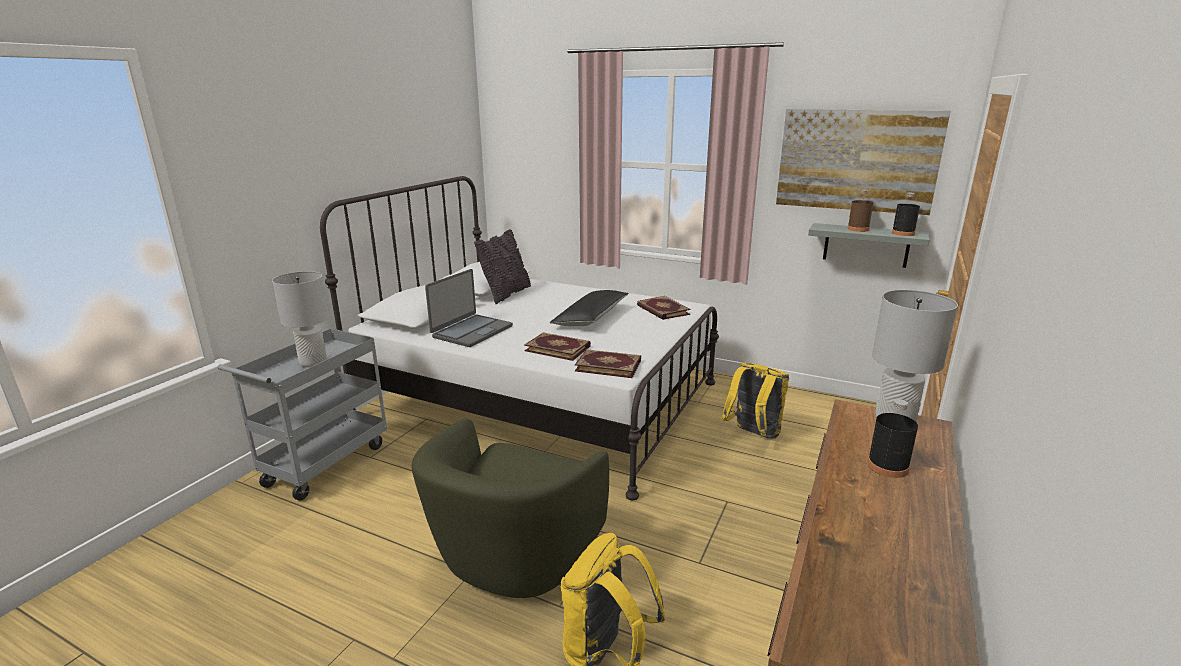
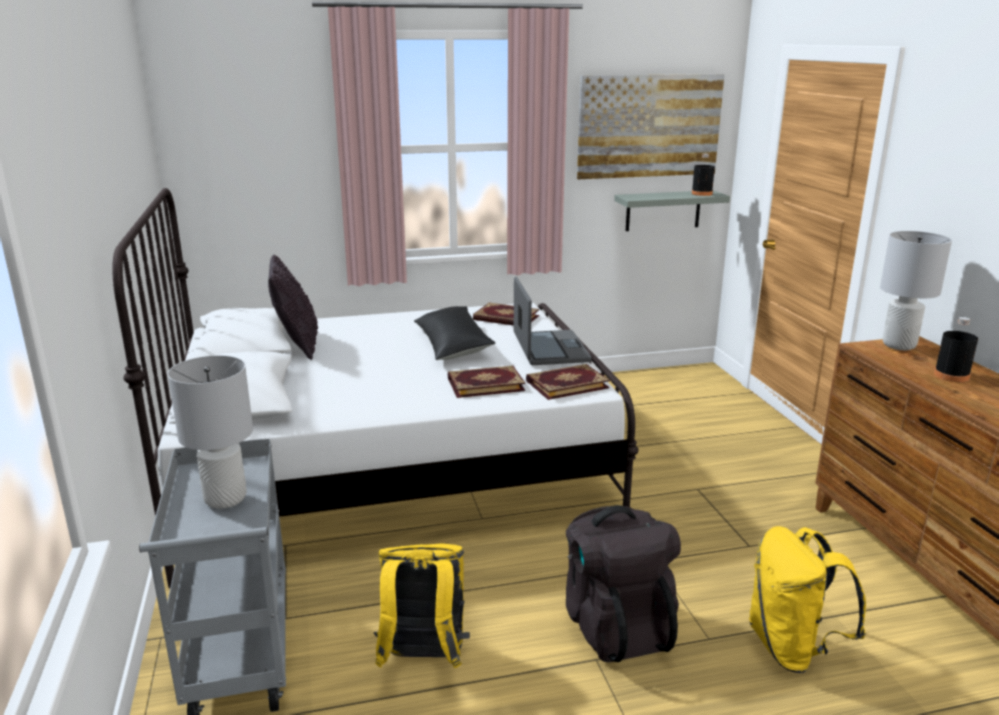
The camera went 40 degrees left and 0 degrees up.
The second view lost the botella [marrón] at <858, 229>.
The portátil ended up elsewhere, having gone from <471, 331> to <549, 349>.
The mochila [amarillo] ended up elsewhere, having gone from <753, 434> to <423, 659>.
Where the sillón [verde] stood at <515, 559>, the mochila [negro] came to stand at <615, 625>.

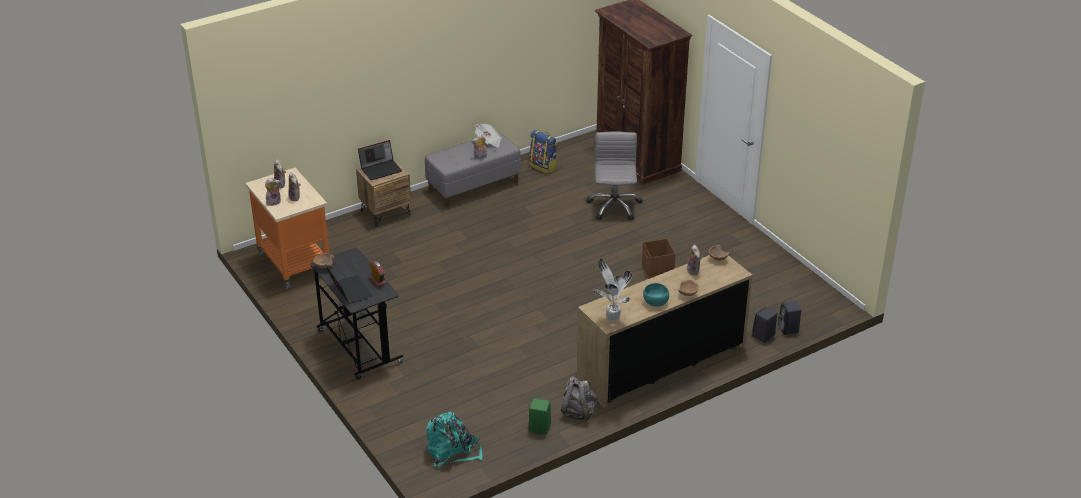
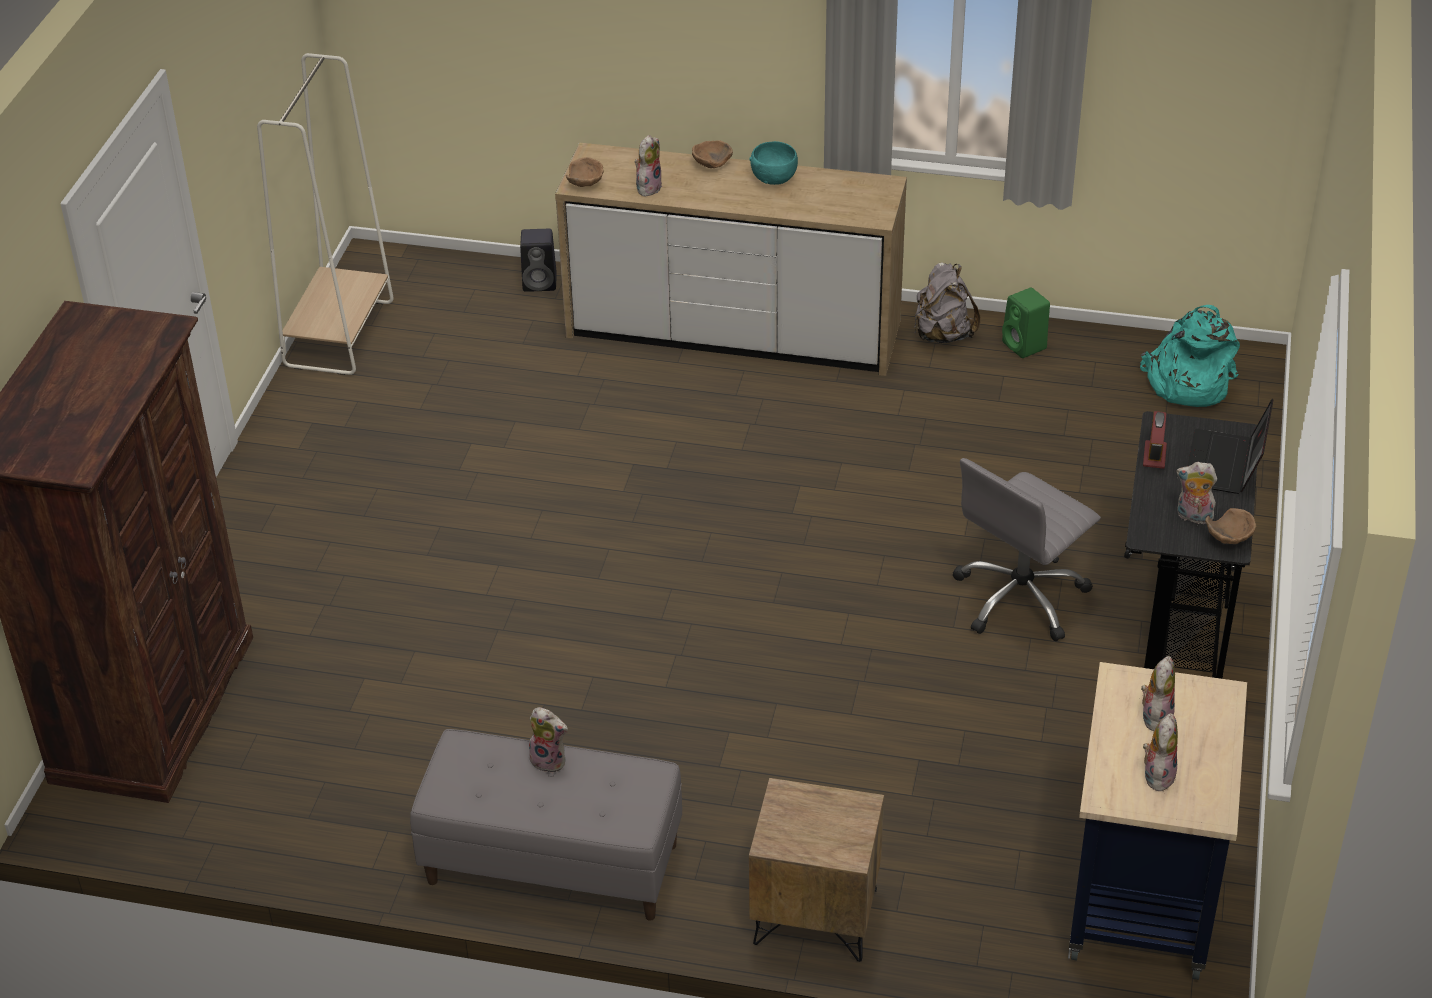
The camera went 135 degrees left and 5 degrees up.
The second view lost the periódico at <488, 141>.
The second view lost the mochila at <543, 166>.
The silla de oficina [gris] ended up elsewhere, having gone from <614, 206> to <1020, 598>.
The second view lost the portátil at <381, 169>.
What was the carrito [naranja] at <294, 264> turned into the carrito [azul] at <1142, 901>.
The peluche ended up elsewhere, having gone from <274, 202> to <1193, 517>.
The second view lost the caja de almacenaje [marrón] at <657, 270>.
The second view lost the planta en maceta at <612, 317>.
The second view lost the altavoz [negro] at <788, 329>.
The second view gained the perchero at <339, 335>.

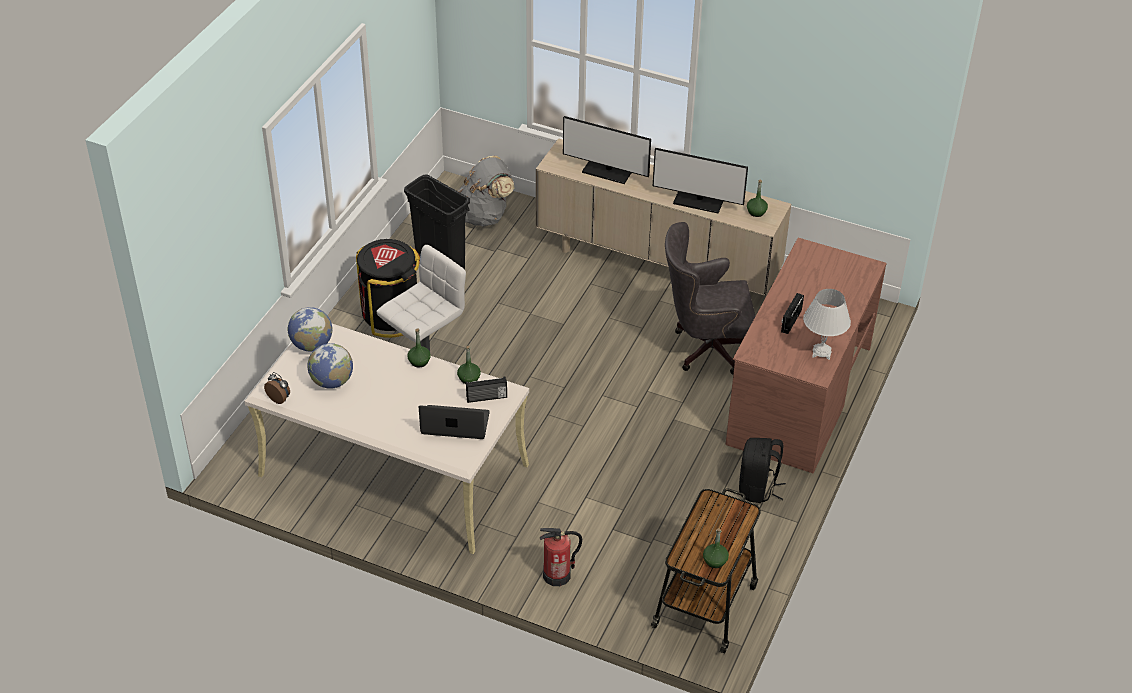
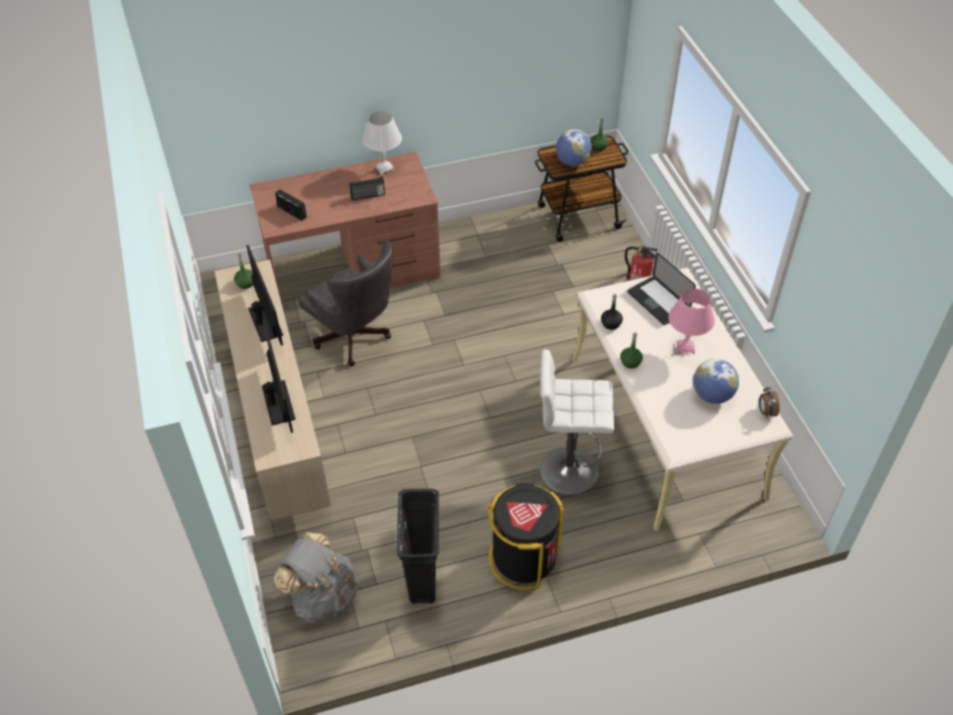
The camera went 130 degrees left and 5 degrees up.
The globo terráqueo ended up elsewhere, having gone from <312, 345> to <572, 162>.
What was the botella [verde] at <469, 378> turned into the botella [negro] at <611, 324>.
The radio ended up elsewhere, having gone from <486, 398> to <292, 212>.
The second view lost the mochila [negro] at <758, 488>.
The second view gained the lámpara de mesa [rosa] at <685, 348>.

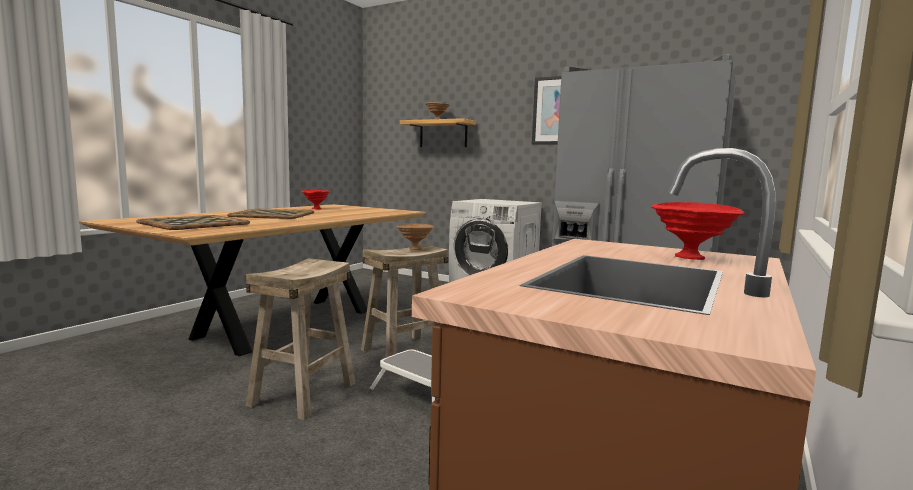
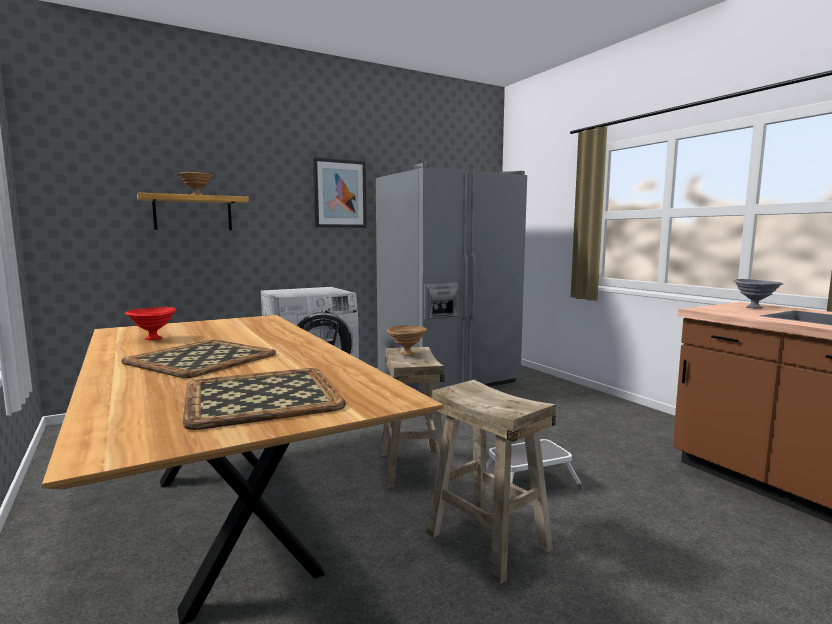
The camera went 60 degrees left and 0 degrees up.
What was the cuenco [rojo] at <692, 258> turned into the cuenco [gris] at <754, 307>.

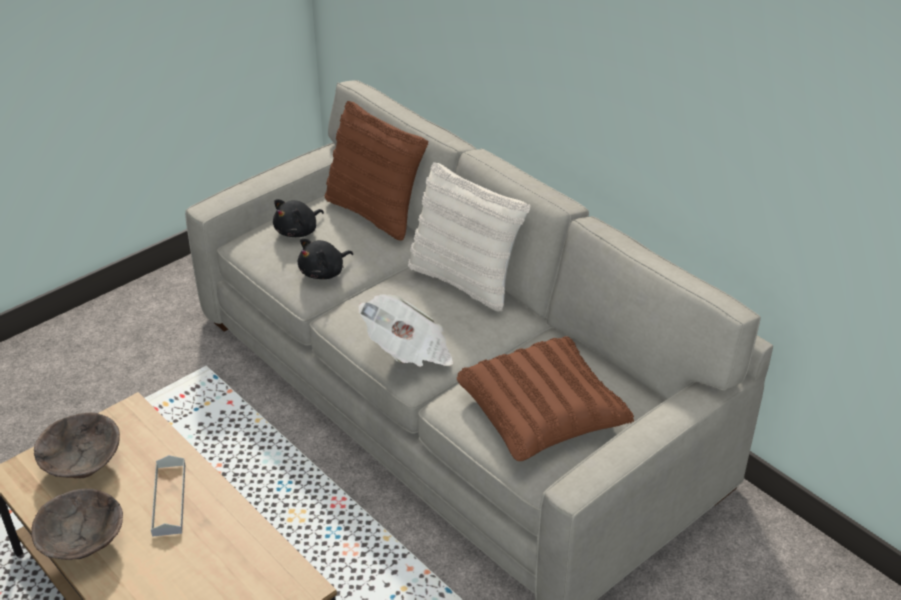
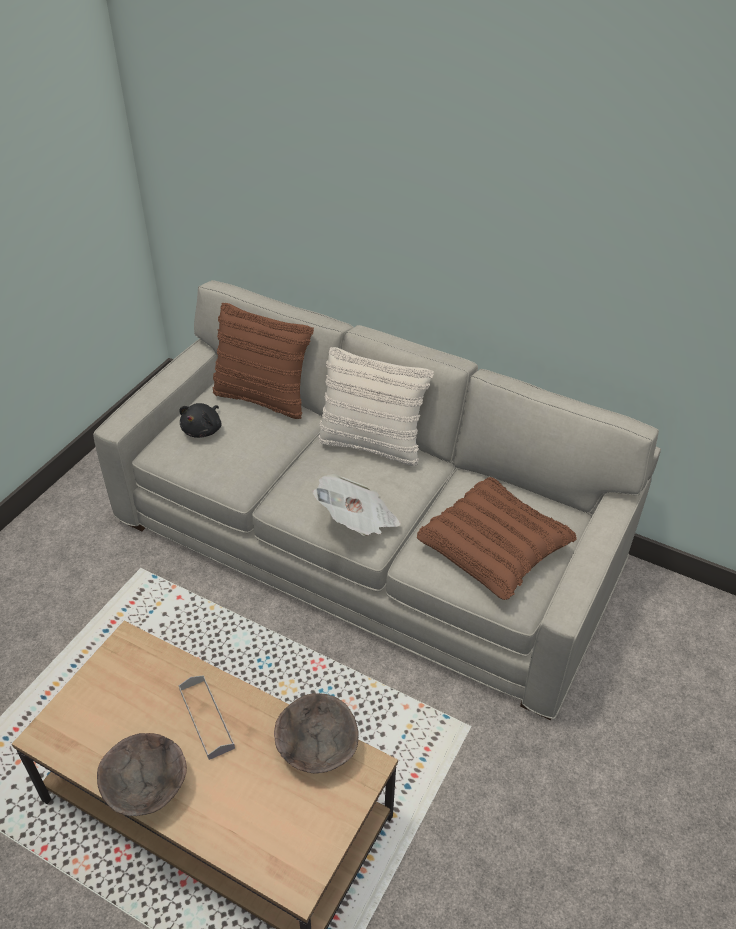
The camera went 20 degrees left and 5 degrees up.
The second view lost the peluche [negro] at <324, 272>.
The cuenco [marrón] ended up elsewhere, having gone from <82, 464> to <316, 746>.

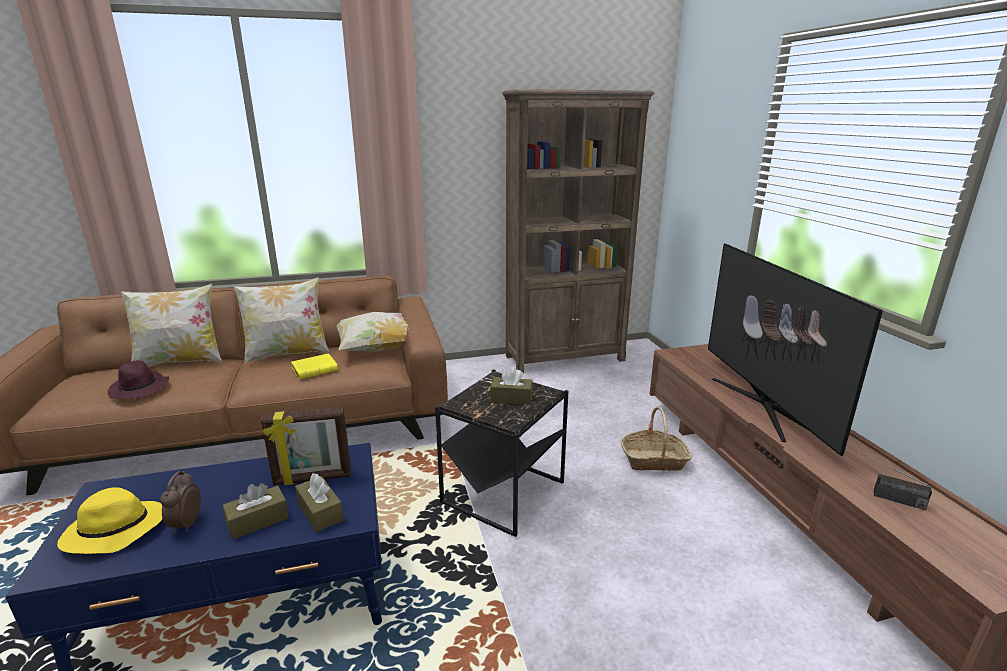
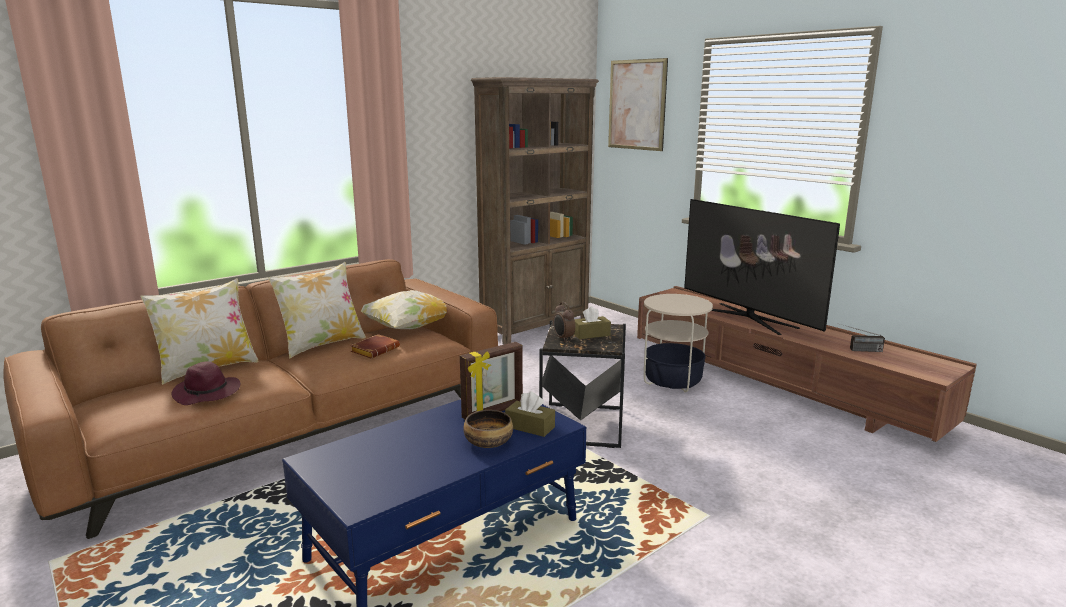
The camera went 25 degrees left and 5 degrees down.
What was the libro [amarillo] at <316, 369> turned into the libro [marrón] at <375, 350>.
Where the cesta stood at <654, 460>, the mesa auxiliar [beis] came to stand at <673, 382>.
The despertador ended up elsewhere, having gone from <185, 524> to <563, 338>.
Where the caja de pañuelos [marrón] stood at <258, 521>, the cuenco came to stand at <488, 442>.
The second view lost the sombrero [amarillo] at <114, 531>.
The second view gained the cuadro at <636, 105>.

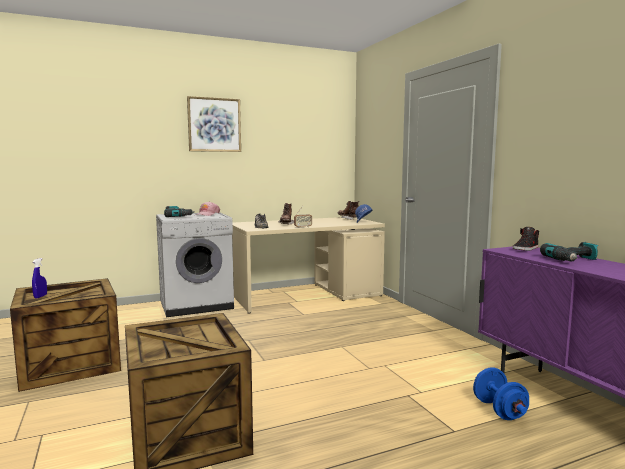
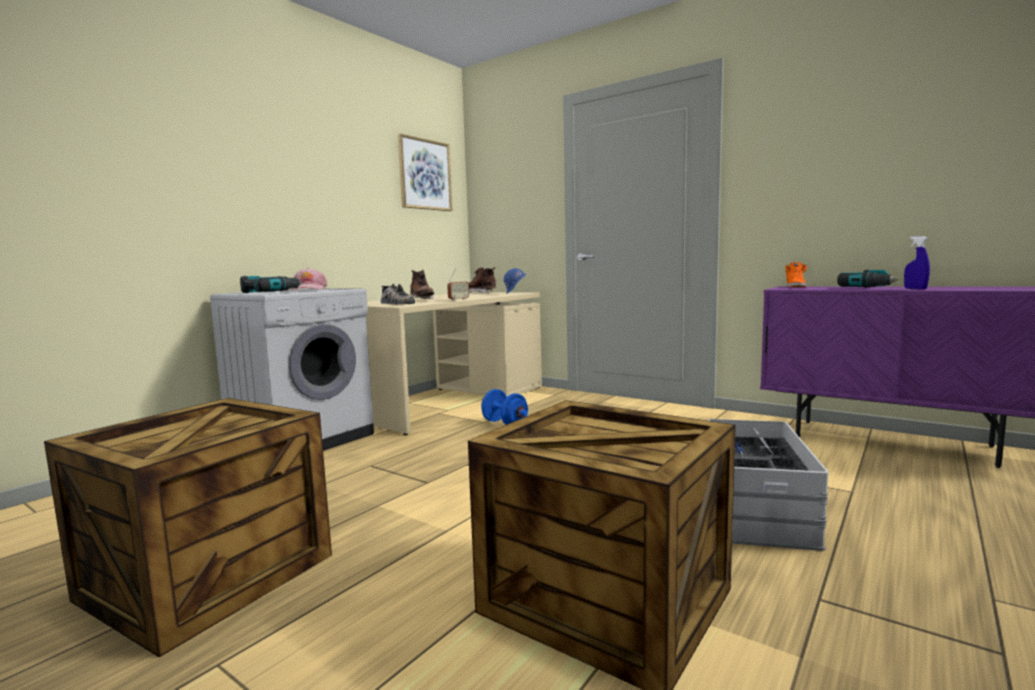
The camera went 30 degrees left and 0 degrees up.
The cuadro ended up elsewhere, having gone from <214, 125> to <425, 174>.
What was the zapato [negro] at <525, 249> turned into the zapato [naranja] at <795, 287>.
The pulverizador [azul] ended up elsewhere, having gone from <40, 296> to <915, 289>.
The mancuerna [azul] ended up elsewhere, having gone from <499, 410> to <505, 423>.
The second view gained the caja de almacenaje [gris] at <754, 508>.

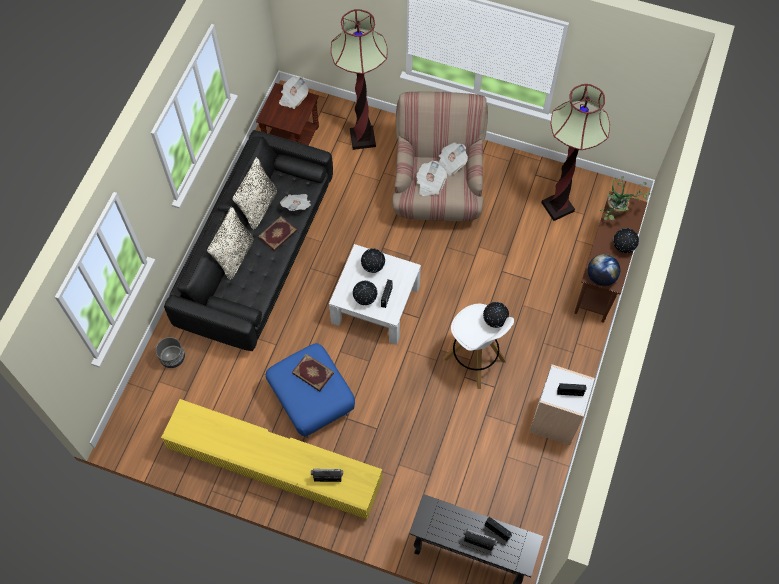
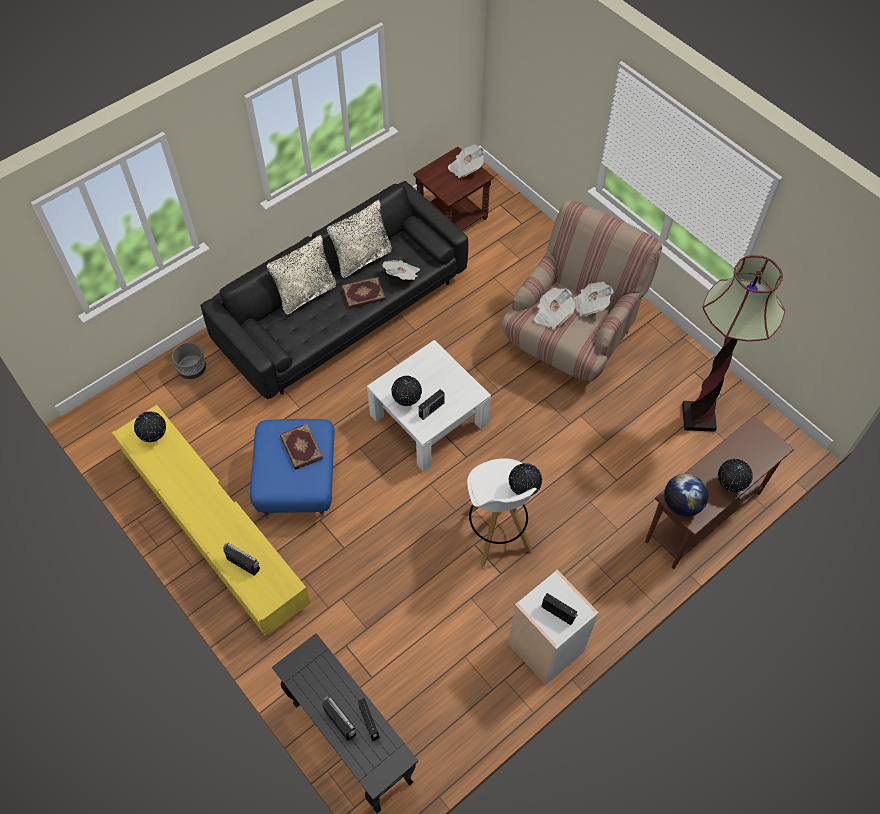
The camera went 30 degrees right and 5 degrees down.
The second view lost the lámpara de pie at <363, 138>.
The second view lost the planta en maceta at <616, 214>.
The globo terráqueo ended up elsewhere, having gone from <373, 267> to <154, 436>.

